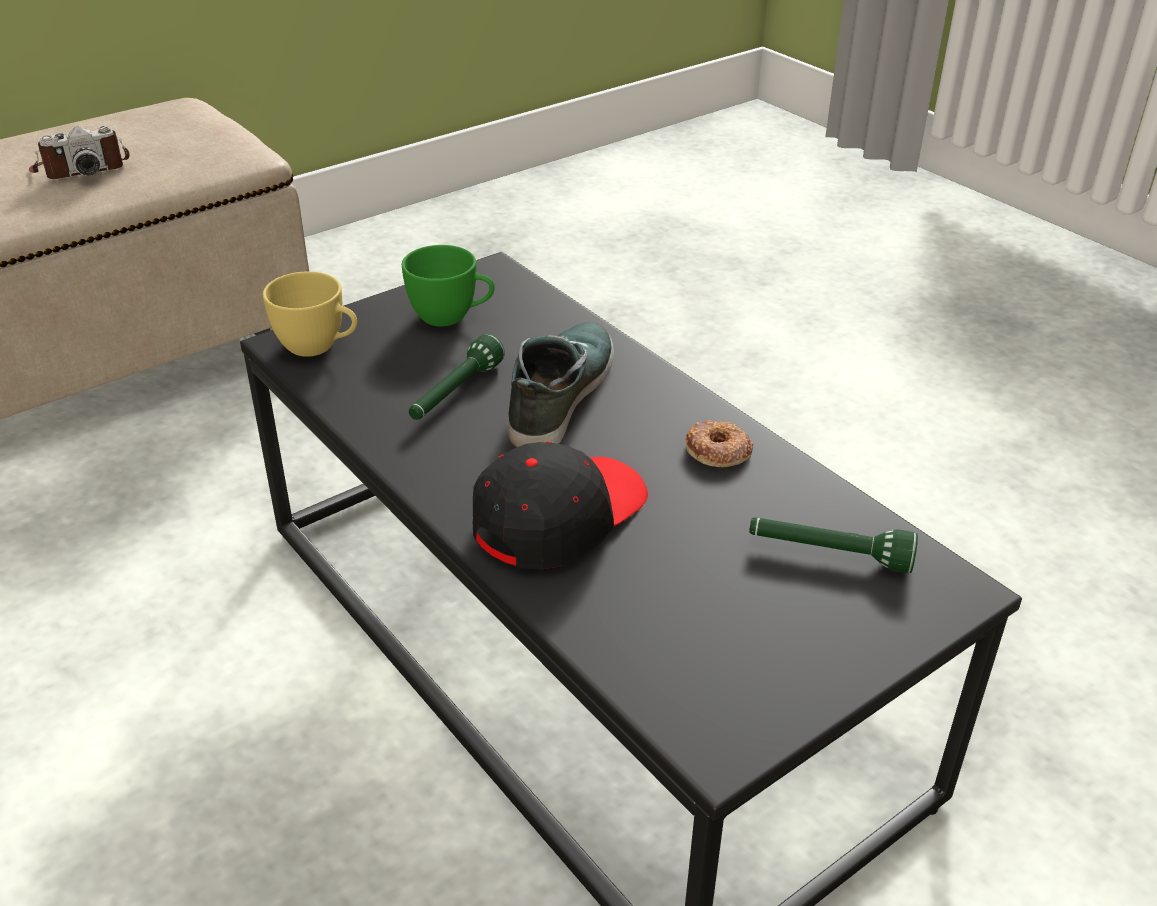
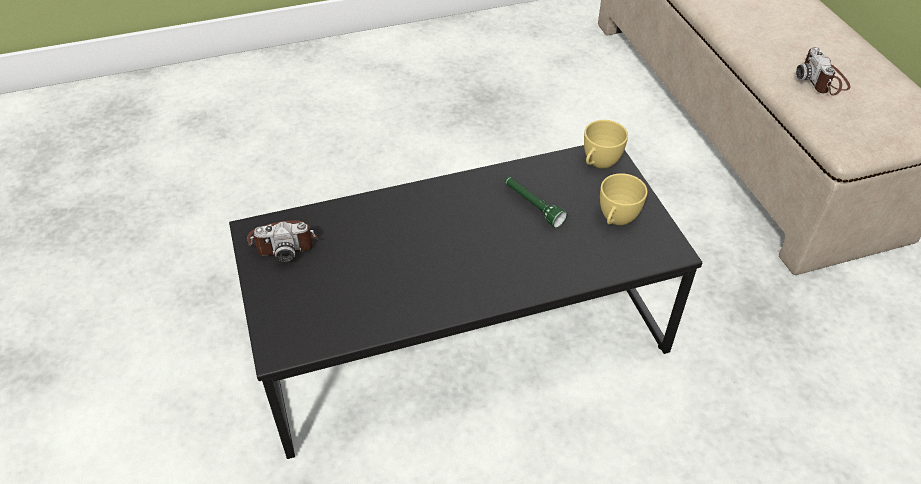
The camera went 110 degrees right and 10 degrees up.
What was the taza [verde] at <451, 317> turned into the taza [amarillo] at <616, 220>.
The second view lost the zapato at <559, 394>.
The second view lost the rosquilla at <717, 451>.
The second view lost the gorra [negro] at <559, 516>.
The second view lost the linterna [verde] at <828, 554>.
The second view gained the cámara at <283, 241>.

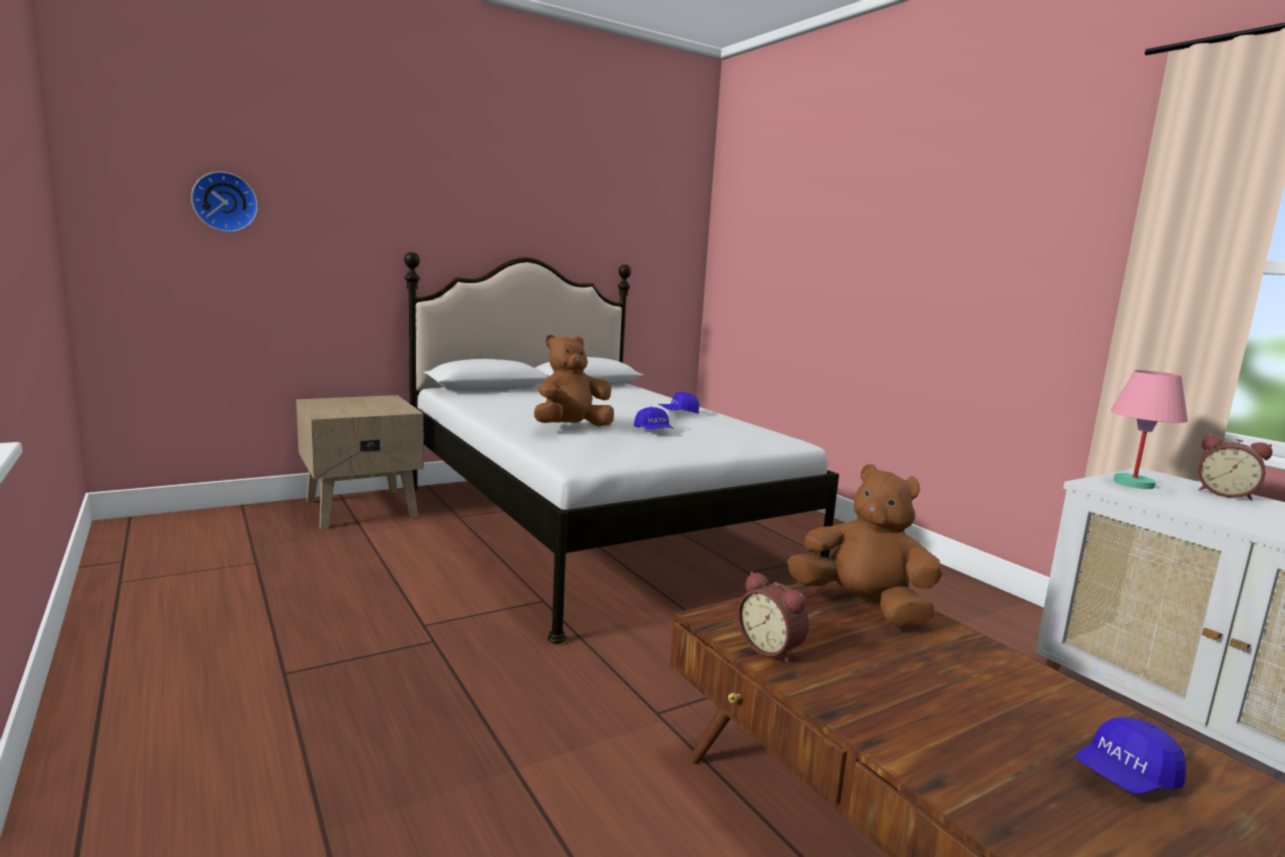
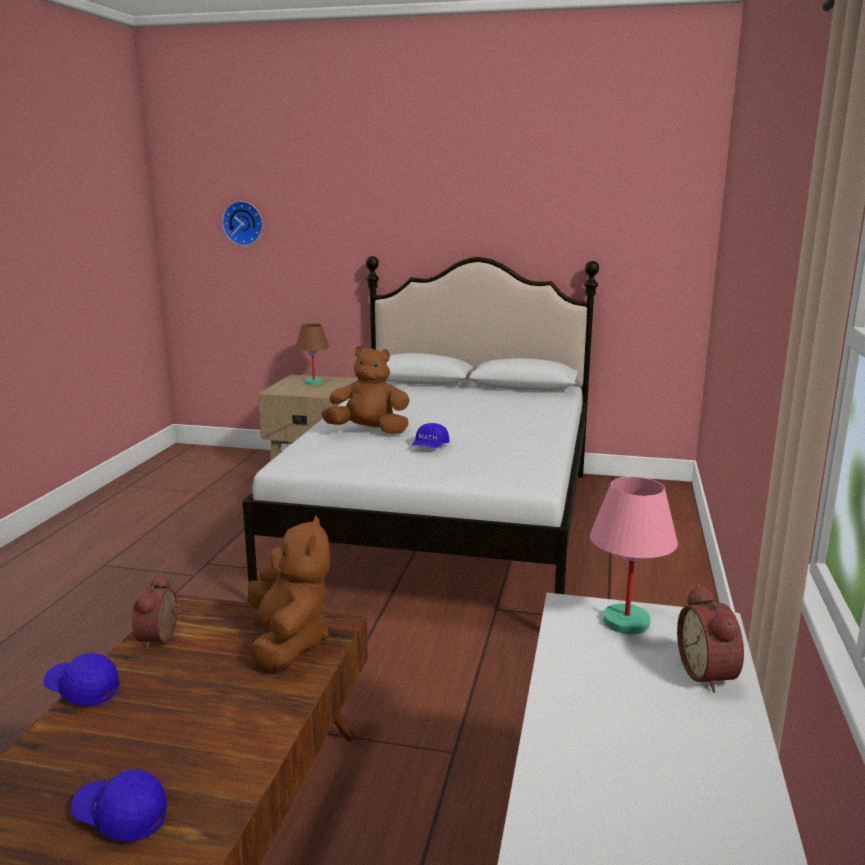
The camera went 45 degrees right and 5 degrees up.
The gorra [azul] ended up elsewhere, having gone from <678, 413> to <82, 690>.
The second view gained the lámpara de mesa [marrón] at <314, 382>.

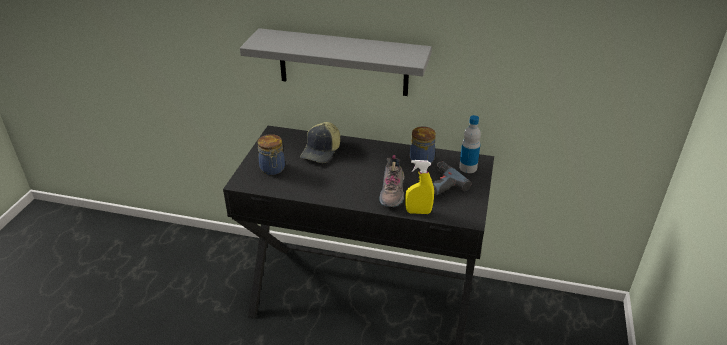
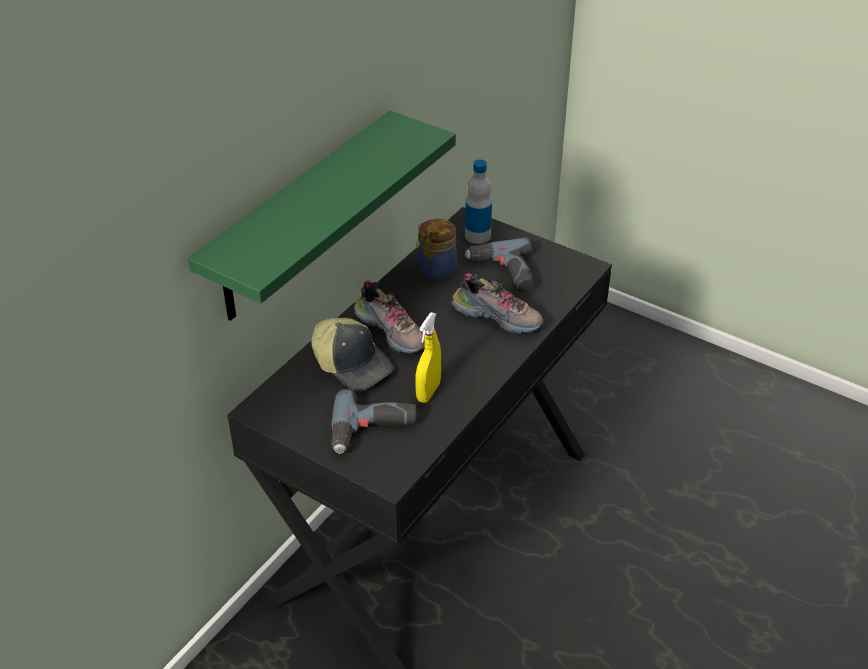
The camera went 70 degrees left and 5 degrees up.
What was the estante [gris] at <343, 62> turned into the estante [verde] at <301, 218>.
Where the tarro stood at <272, 169>, the taladro came to stand at <373, 431>.
The pulverizador [amarillo] ended up elsewhere, having gone from <418, 212> to <428, 392>.
The second view gained the zapato at <393, 331>.

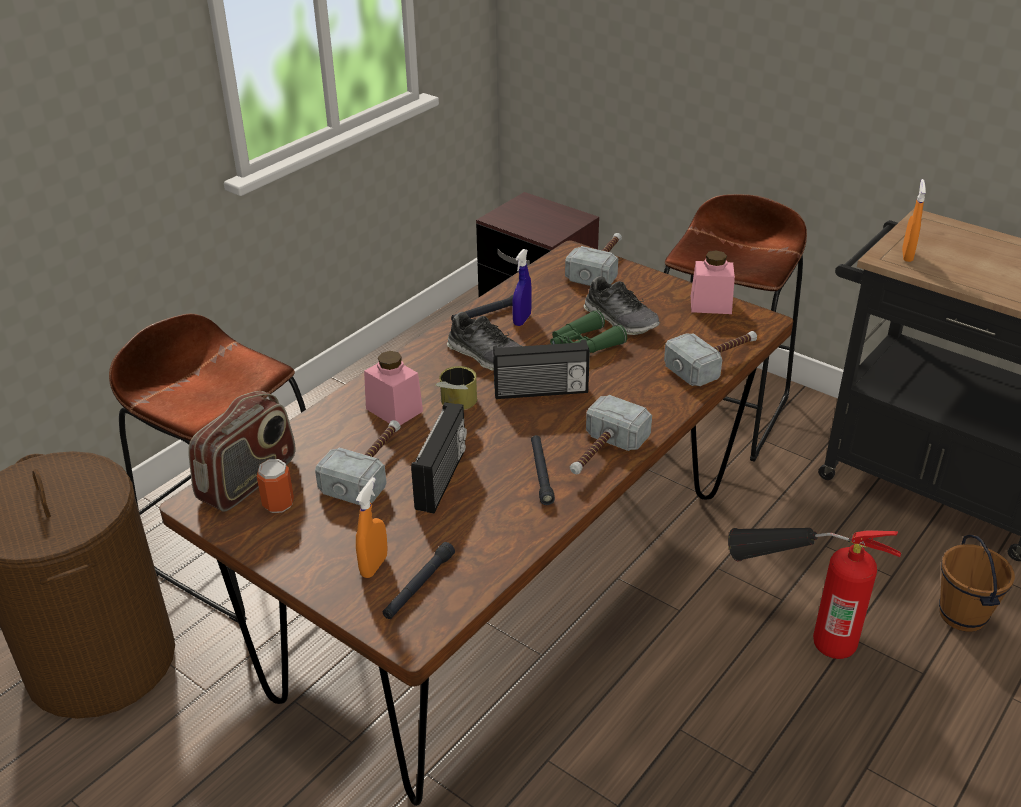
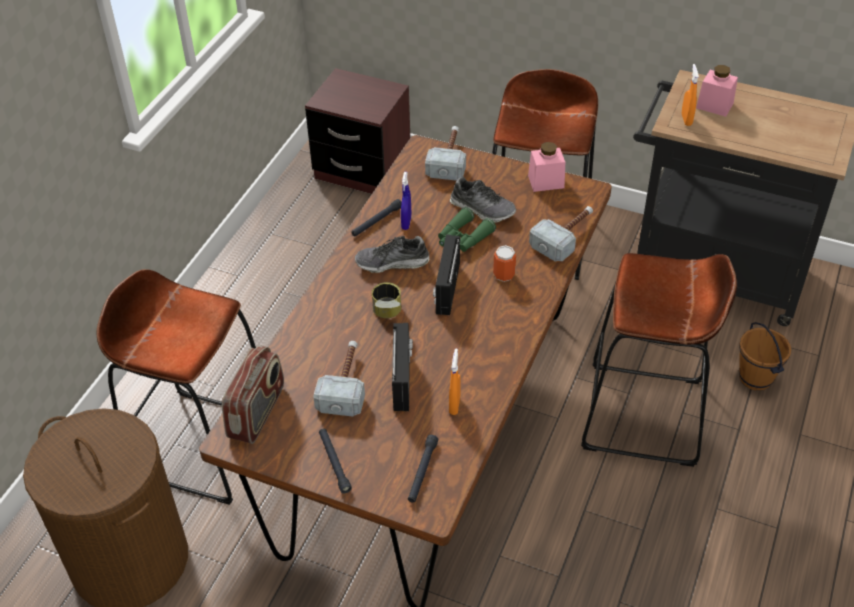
The camera went 15 degrees left and 10 degrees up.
The zapato at <487, 356> ended up facing another way, 150 degrees clockwise from before.
The radio at <541, 392> ended up facing another way, 120 degrees clockwise from before.
The tarro [rosa] ended up elsewhere, having gone from <394, 410> to <714, 105>.
The second view lost the martillo at <601, 453>.
The linterna [negro] ended up elsewhere, having gone from <541, 473> to <334, 463>.
The lata ended up elsewhere, having gone from <278, 504> to <504, 275>.
The pulverizador [naranja] ended up elsewhere, having gone from <374, 566> to <454, 405>.
Where the extintor stood at <794, 629>, the taburete [marrón] came to stand at <643, 415>.

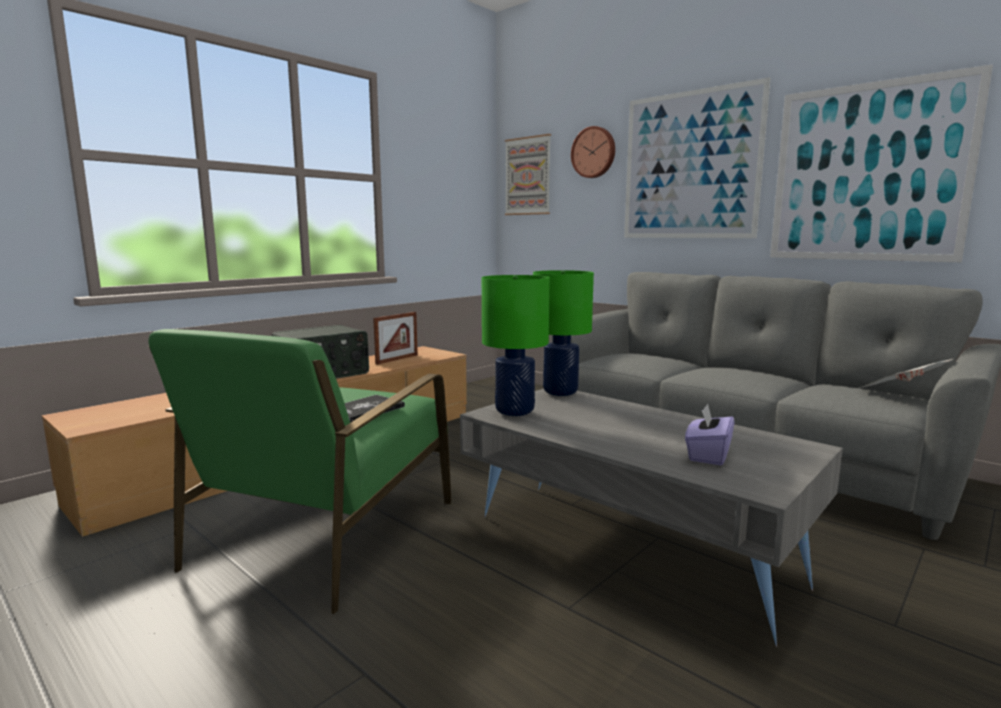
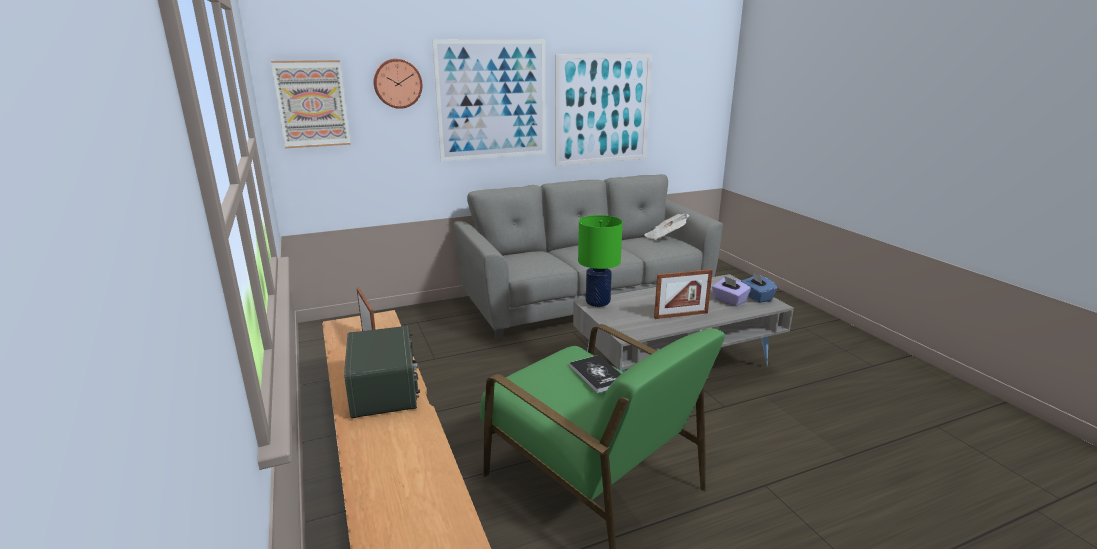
The camera went 65 degrees left and 10 degrees up.
The second view lost the lámpara de mesa [verde] at <514, 414>.
The second view gained the portarretratos at <681, 315>.
The second view gained the caja de pañuelos [azul] at <756, 297>.

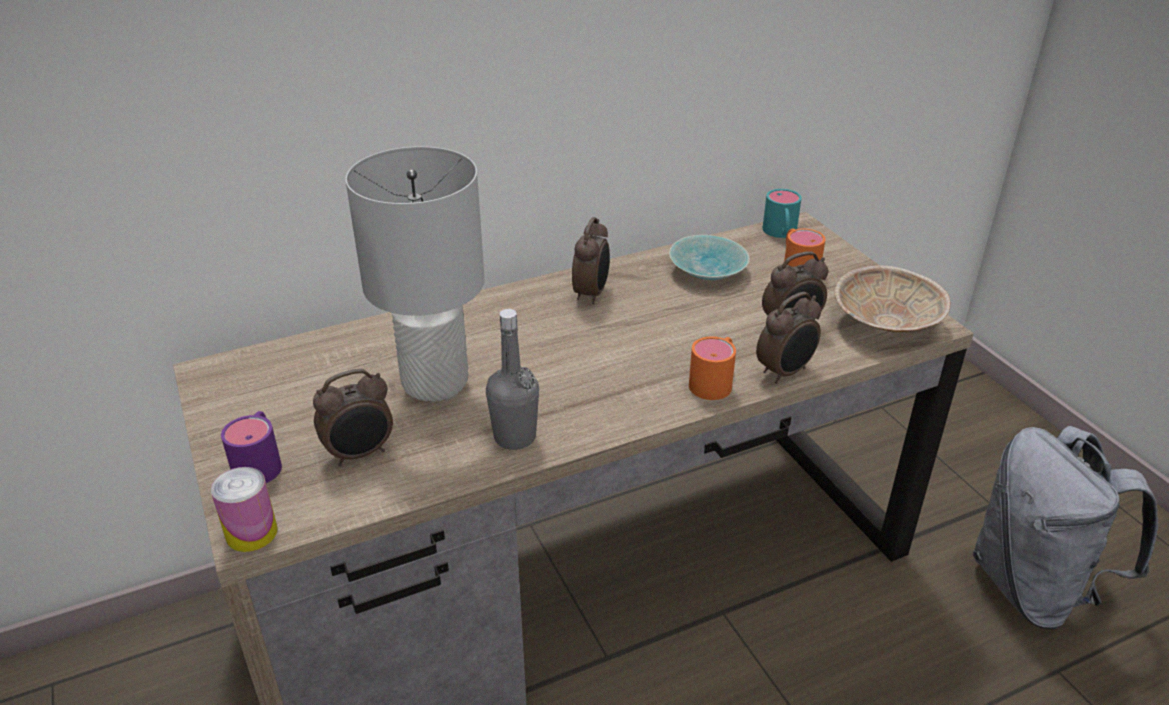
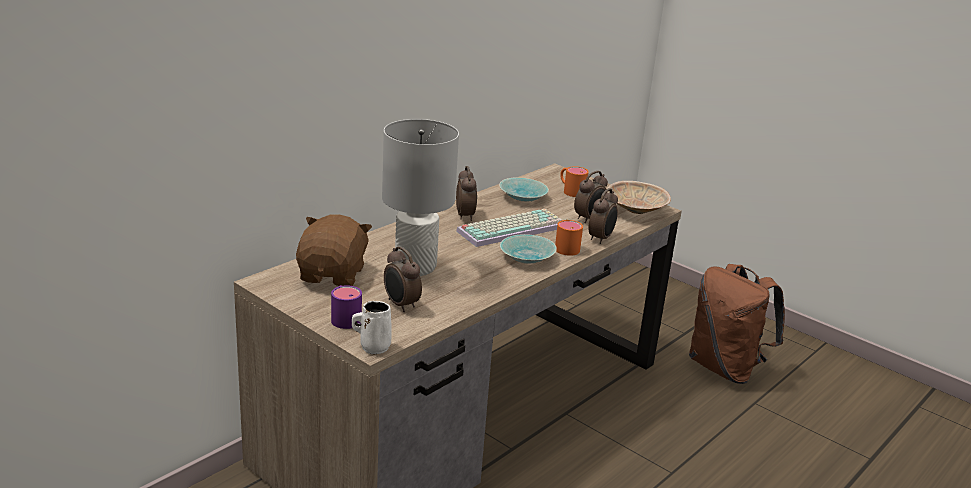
The camera went 25 degrees left and 10 degrees down.
The second view lost the taza grande [turquesa] at <780, 233>.
The second view lost the botella [gris] at <515, 437>.
The despertador at <360, 454> ended up facing another way, 105 degrees clockwise from before.
What was the mochila [gris] at <1034, 588> turned into the mochila [marrón] at <725, 368>.
Where the lata stood at <251, 533>, the taza grande [blanco] came to stand at <373, 347>.
The second view gained the teclado at <512, 228>.
The second view gained the peluche [marrón] at <333, 275>.
The second view gained the cuenco [turquesa] at <527, 259>.

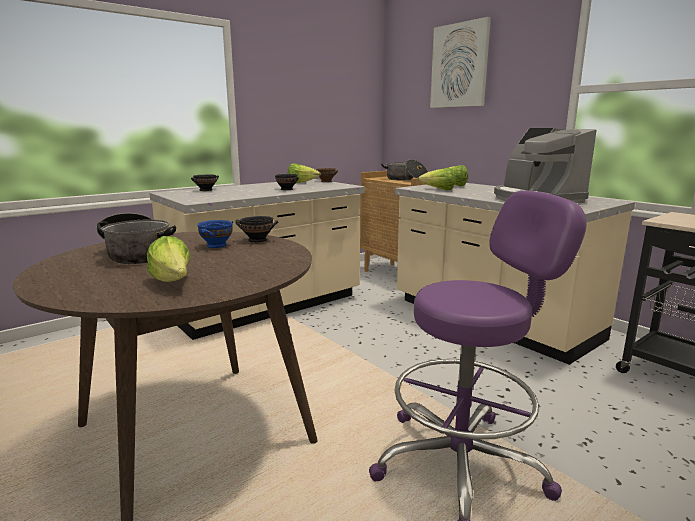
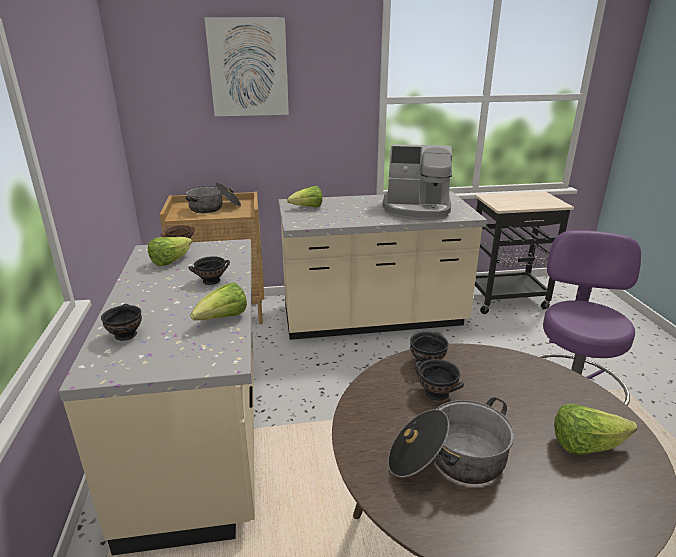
The camera went 60 degrees left and 10 degrees up.
The lechuga ended up elsewhere, having gone from <439, 190> to <223, 319>.
What was the cuenco [azul] at <216, 245> turned into the cuenco [negro] at <437, 394>.

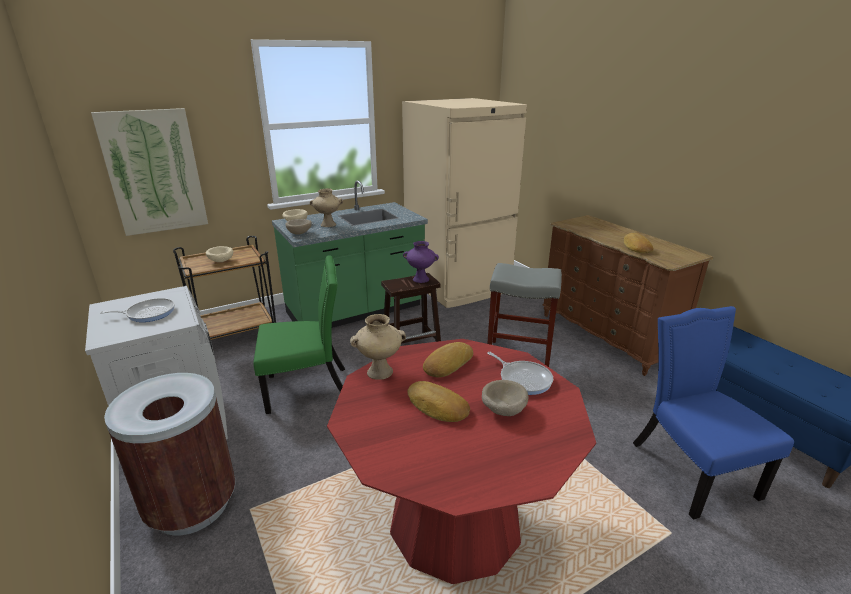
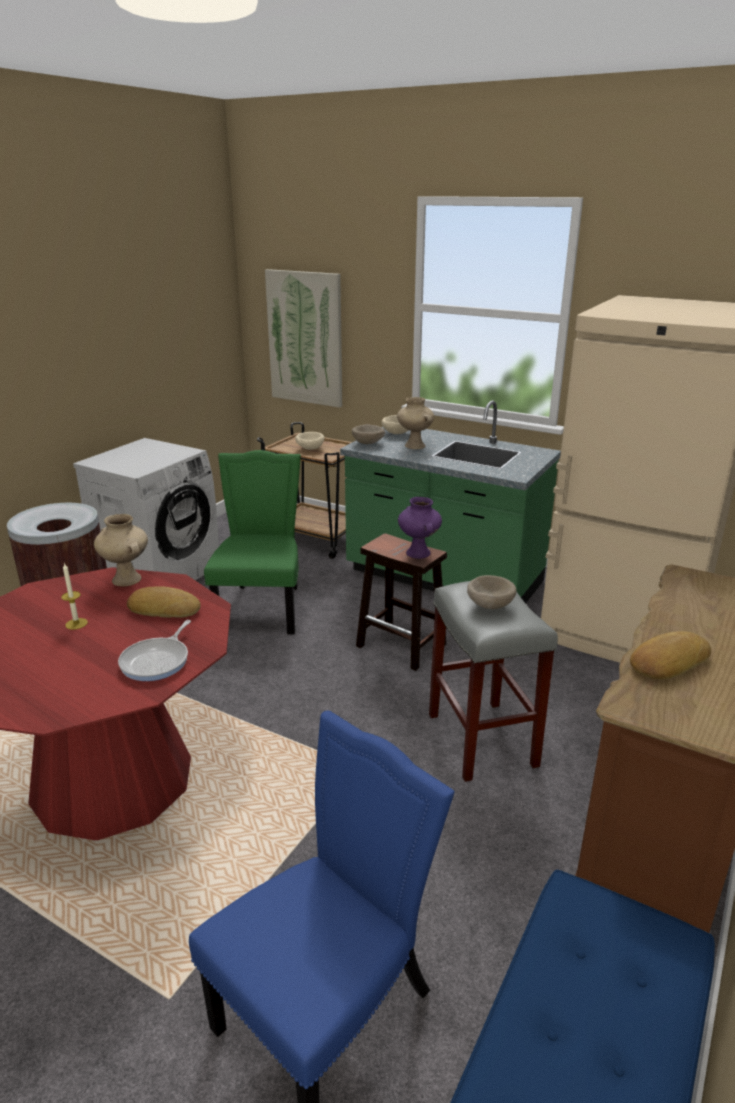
The camera went 60 degrees right and 0 degrees up.
The silla [verde] at <305, 388> ended up facing another way, 135 degrees counterclockwise from before.
The second view lost the sartén at <148, 313>.
The cuenco [beis] ended up elsewhere, having gone from <502, 410> to <489, 604>.
Where the pan stood at <437, 407>, the vela came to stand at <76, 624>.

